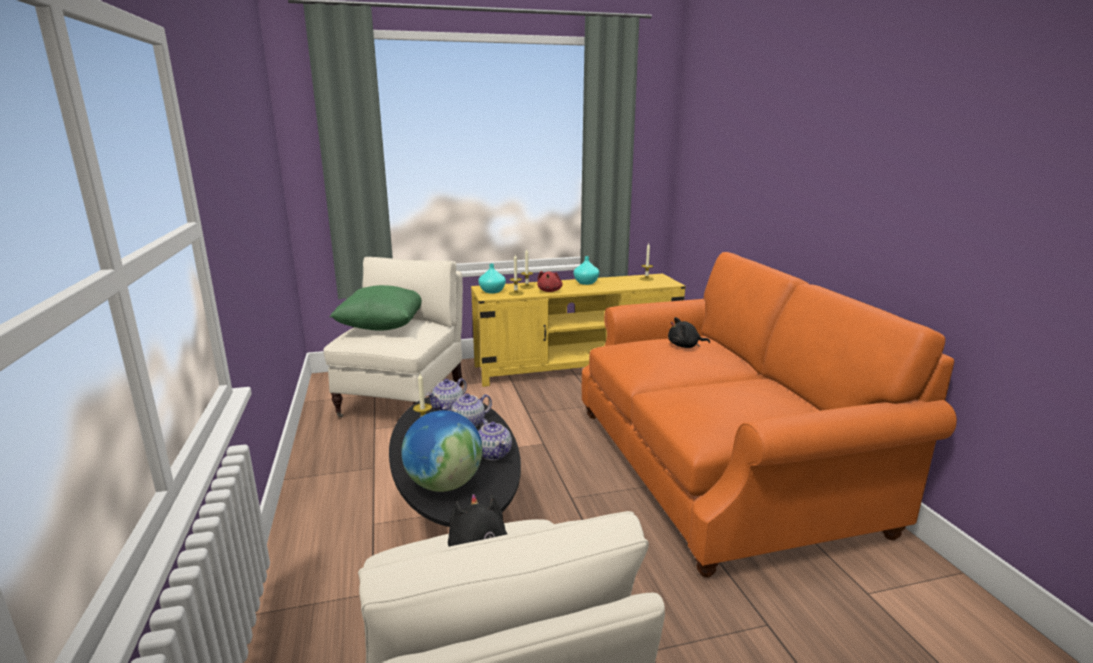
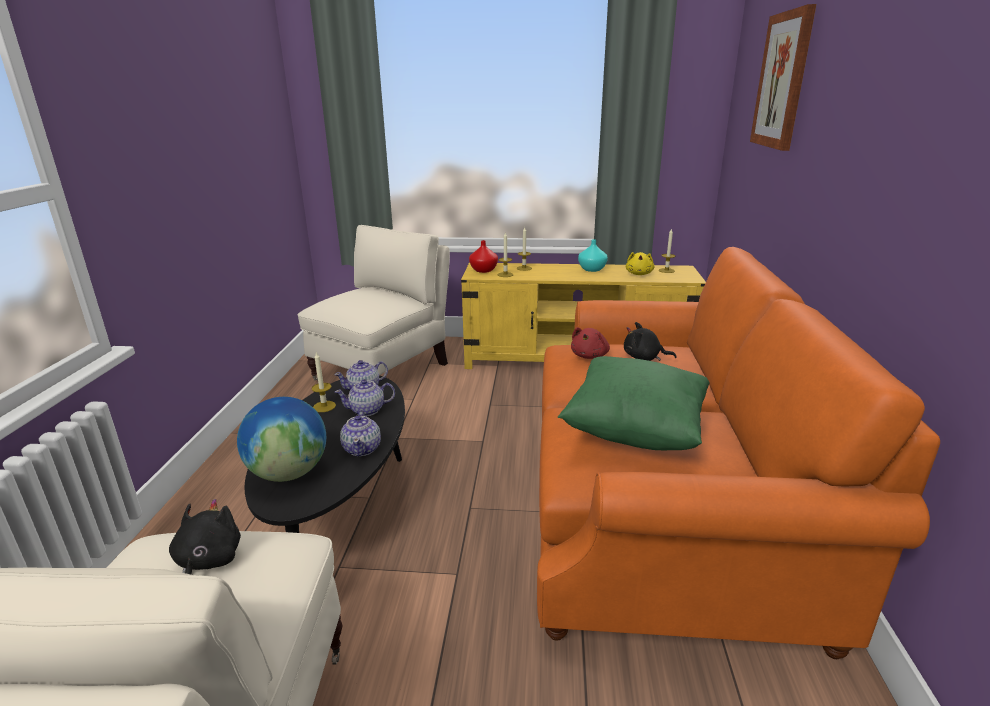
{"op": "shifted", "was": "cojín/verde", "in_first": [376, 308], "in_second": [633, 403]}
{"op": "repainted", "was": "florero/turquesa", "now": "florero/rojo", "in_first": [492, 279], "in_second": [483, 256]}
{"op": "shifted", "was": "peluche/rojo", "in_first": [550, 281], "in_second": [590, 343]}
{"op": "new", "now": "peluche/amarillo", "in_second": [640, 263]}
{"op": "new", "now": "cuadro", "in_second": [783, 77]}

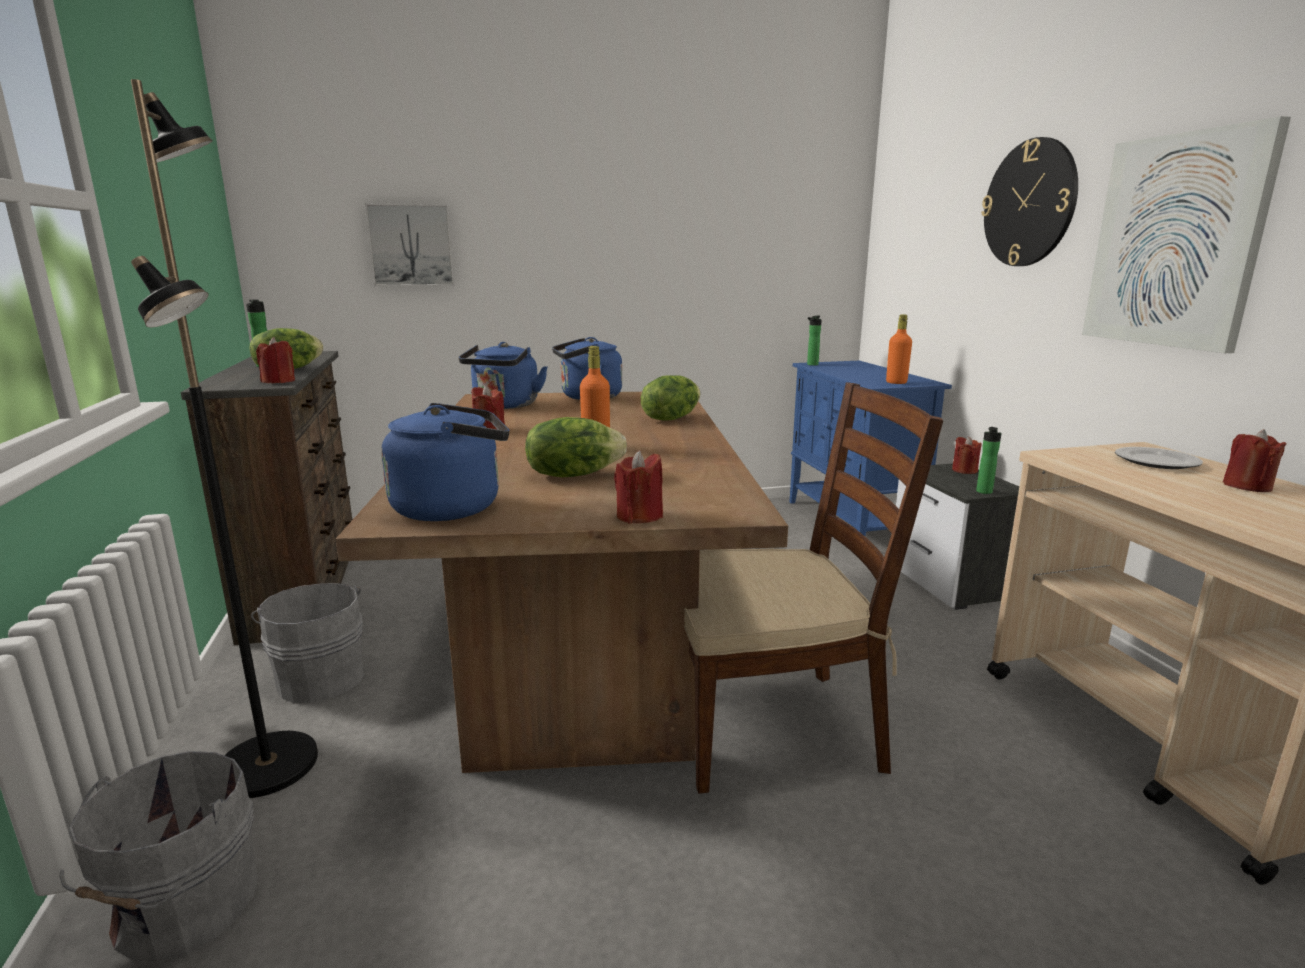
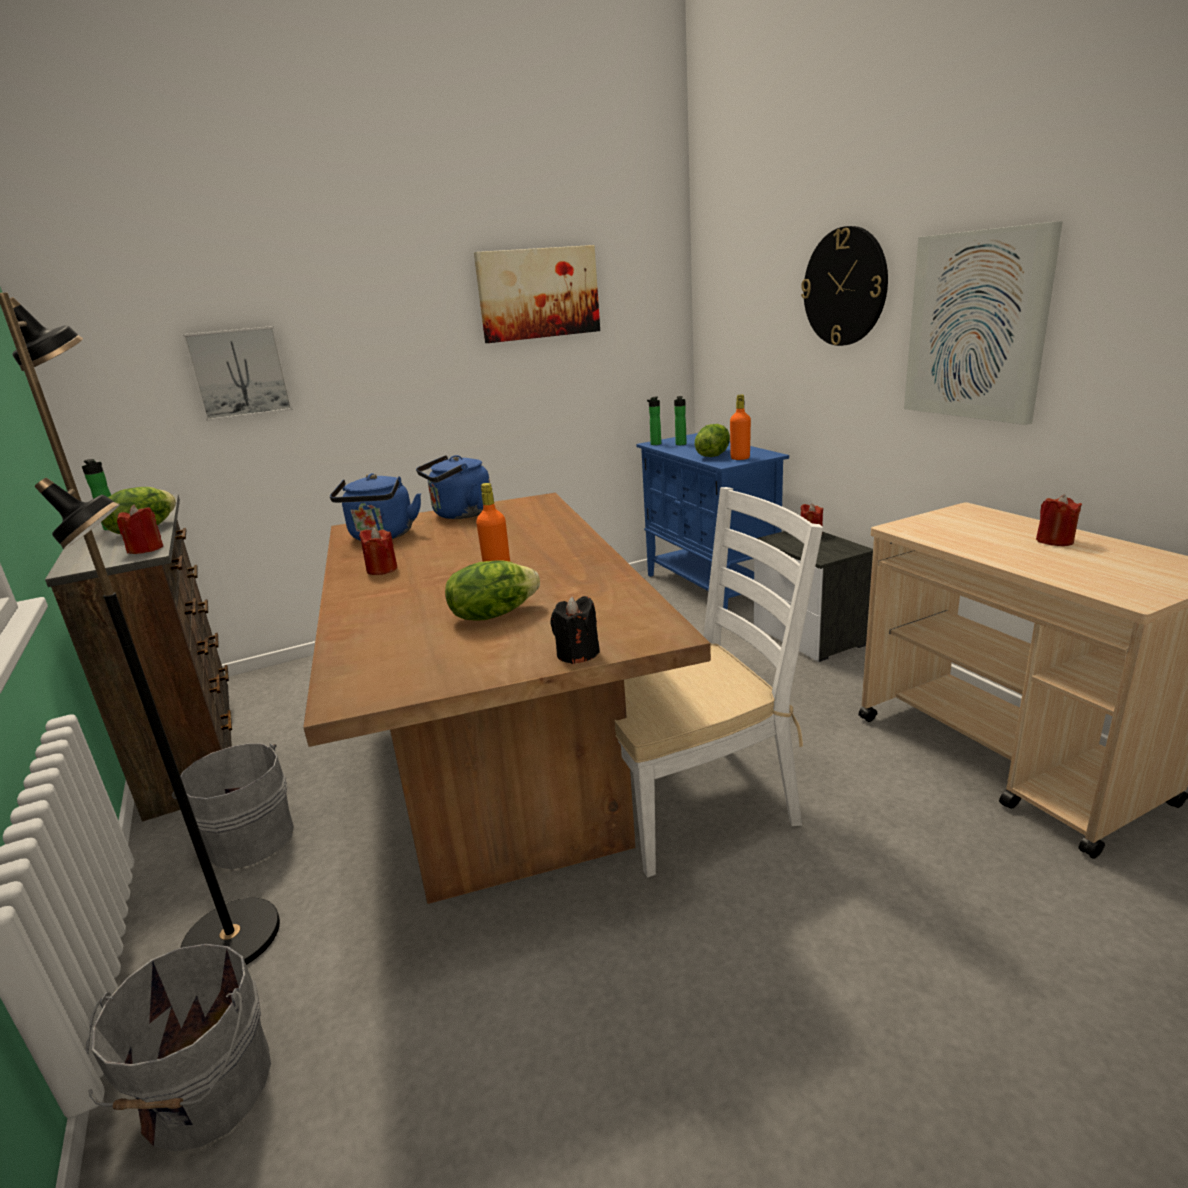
{"op": "gone", "was": "hervidor/azul", "in_first": [445, 462]}
{"op": "repainted", "was": "vela/rojo", "now": "vela/negro", "in_first": [638, 487], "in_second": [575, 630]}
{"op": "shifted", "was": "lechuga", "in_first": [670, 397], "in_second": [712, 440]}
{"op": "repainted", "was": "silla/marrón", "now": "silla/blanco", "in_first": [813, 588], "in_second": [718, 682]}
{"op": "shifted", "was": "botella", "in_first": [988, 460], "in_second": [680, 420]}
{"op": "gone", "was": "plato", "in_first": [1159, 458]}
{"op": "new", "now": "cuadro", "in_second": [537, 294]}

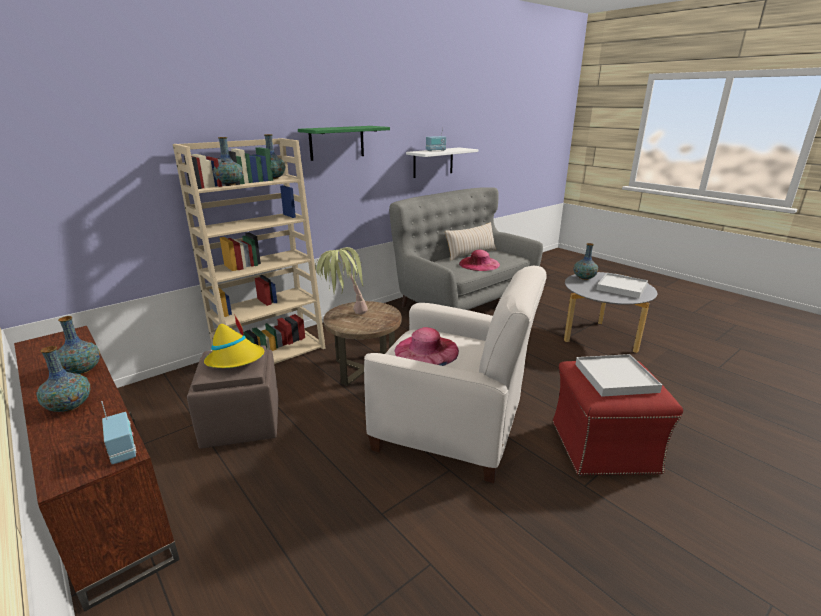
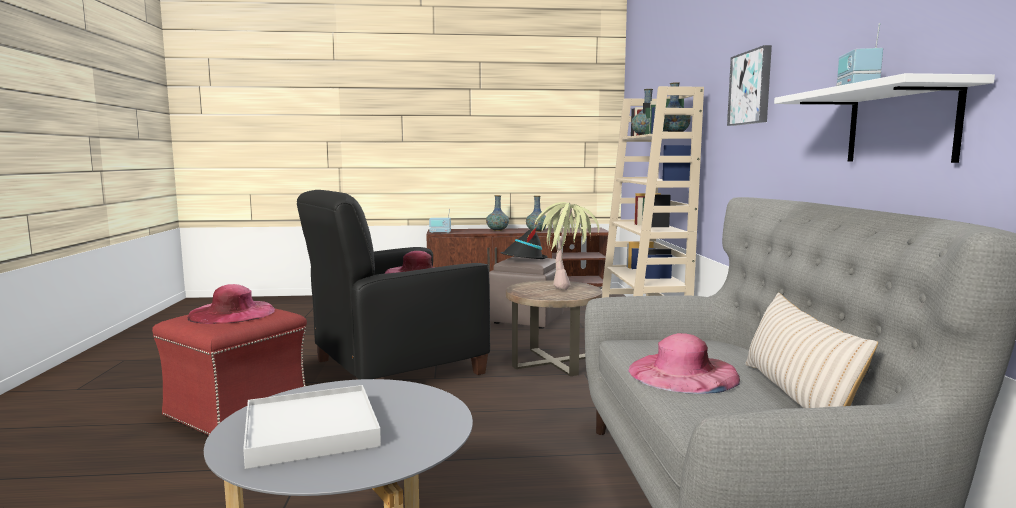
{"op": "repainted", "was": "sombrero/amarillo", "now": "sombrero/negro", "in_first": [234, 341], "in_second": [524, 243]}
{"op": "swapped", "was": "estante/verde", "now": "cuadro", "in_first": [344, 143], "in_second": [749, 85]}
{"op": "repainted", "was": "sillón/blanco", "now": "sillón/negro", "in_first": [455, 374], "in_second": [393, 284]}
{"op": "gone", "was": "florero", "in_first": [585, 261]}
{"op": "swapped", "was": "bandeja/blanco", "now": "sombrero/rosa", "in_first": [618, 375], "in_second": [231, 304]}

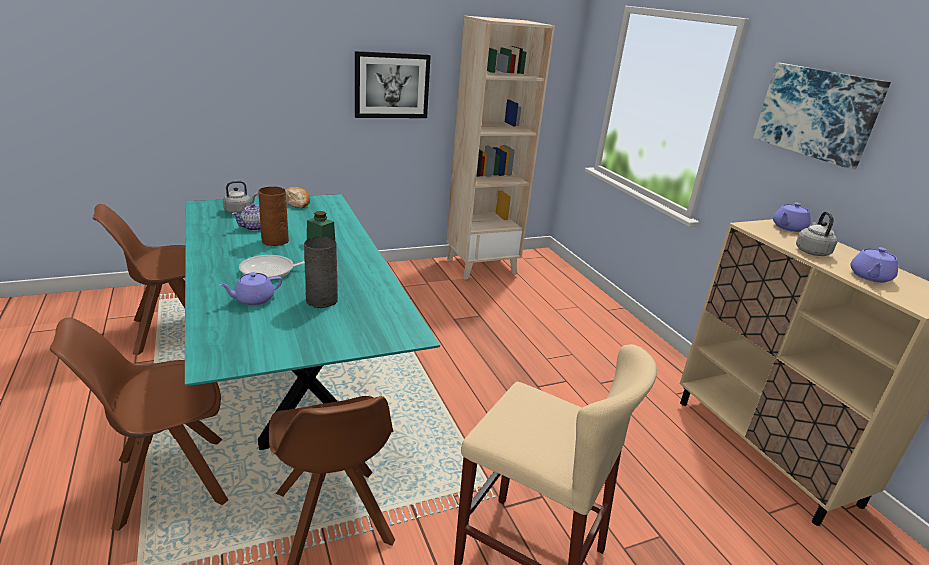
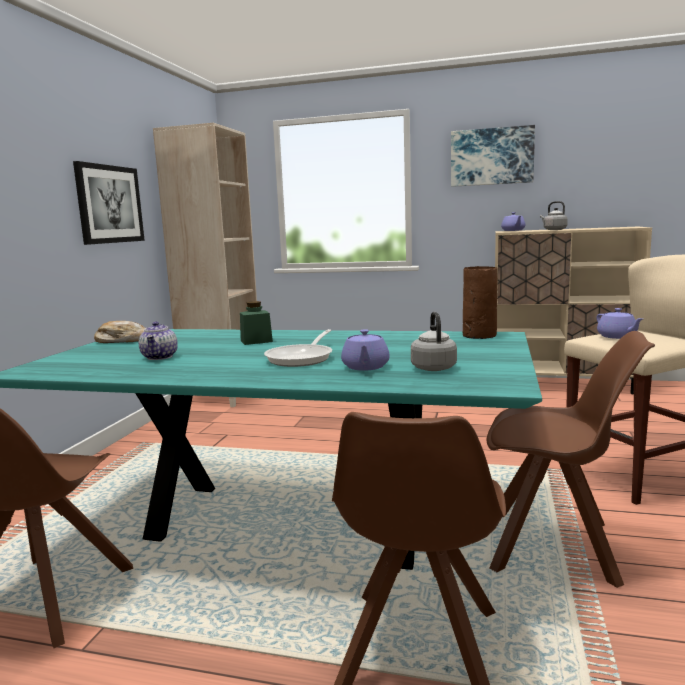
{"op": "shifted", "was": "hervidor/gris", "in_first": [240, 197], "in_second": [434, 341]}
{"op": "shifted", "was": "florero/marrón", "in_first": [273, 216], "in_second": [480, 302]}
{"op": "gone", "was": "florero/gris", "in_first": [321, 272]}
{"op": "shifted", "was": "tetera/morado", "in_first": [874, 265], "in_second": [620, 323]}

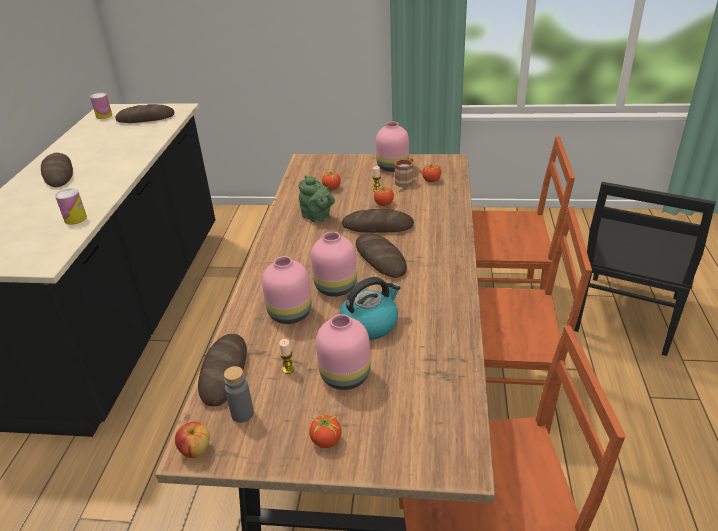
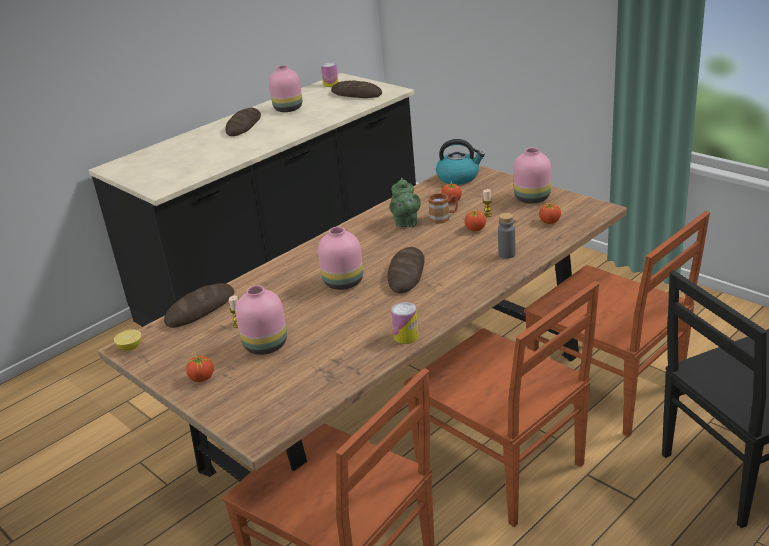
{"op": "shifted", "was": "lata", "in_first": [71, 206], "in_second": [405, 323]}
{"op": "swapped", "was": "manzana", "now": "limón", "in_first": [192, 440], "in_second": [128, 340]}
{"op": "shifted", "was": "botella/gris", "in_first": [239, 394], "in_second": [507, 236]}
{"op": "shifted", "was": "florero/rosa", "in_first": [287, 290], "in_second": [285, 88]}
{"op": "shifted", "was": "hervidor", "in_first": [370, 308], "in_second": [460, 162]}
{"op": "gone", "was": "pan", "in_first": [378, 221]}
{"op": "shifted", "was": "taza grande/marrón", "in_first": [403, 172], "in_second": [443, 208]}

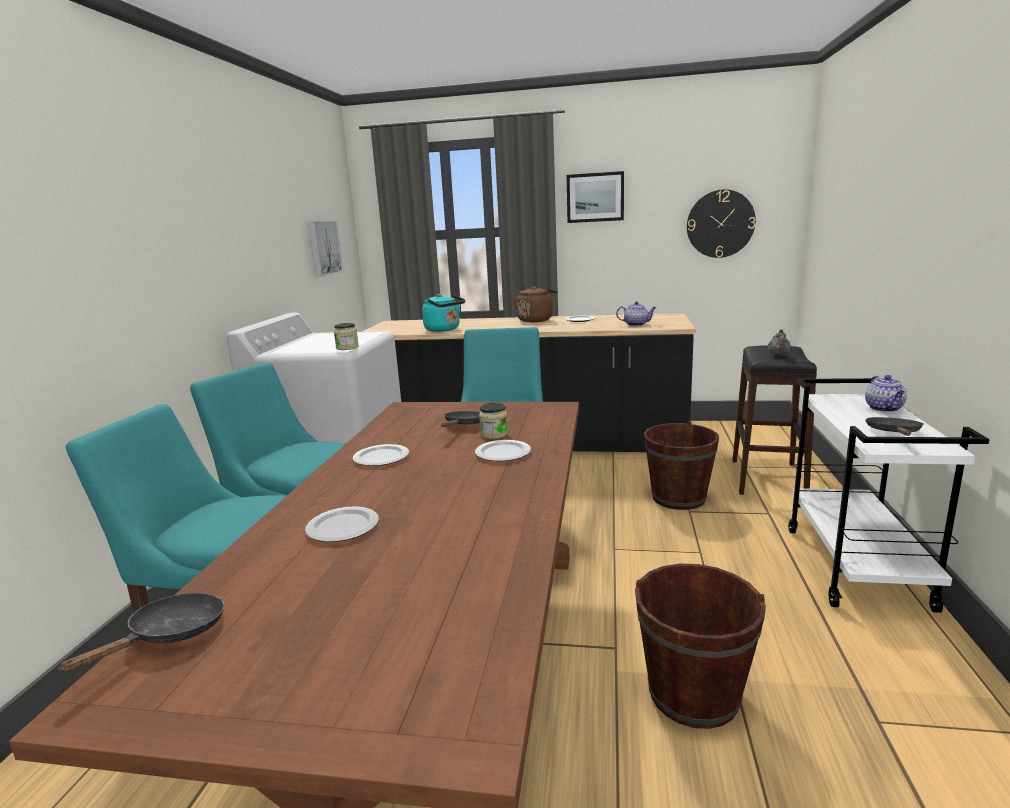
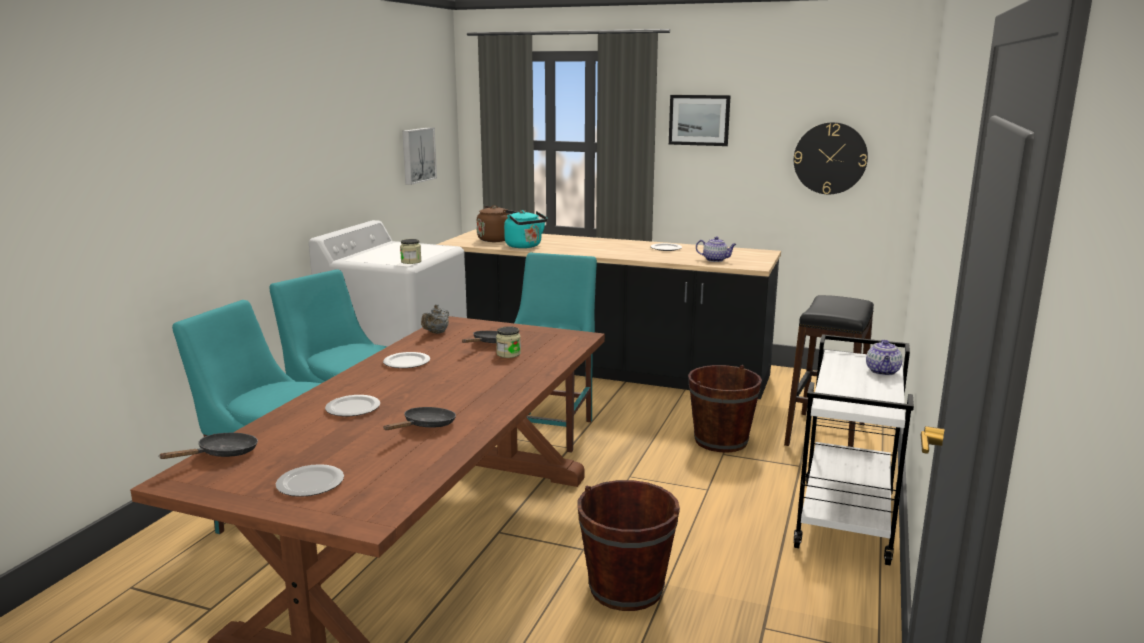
{"op": "shifted", "was": "plato", "in_first": [503, 450], "in_second": [310, 480]}
{"op": "shifted", "was": "hervidor/marrón", "in_first": [535, 304], "in_second": [497, 223]}
{"op": "shifted", "was": "tetera/gris", "in_first": [779, 342], "in_second": [435, 319]}
{"op": "shifted", "was": "sartén/negro", "in_first": [894, 426], "in_second": [419, 418]}

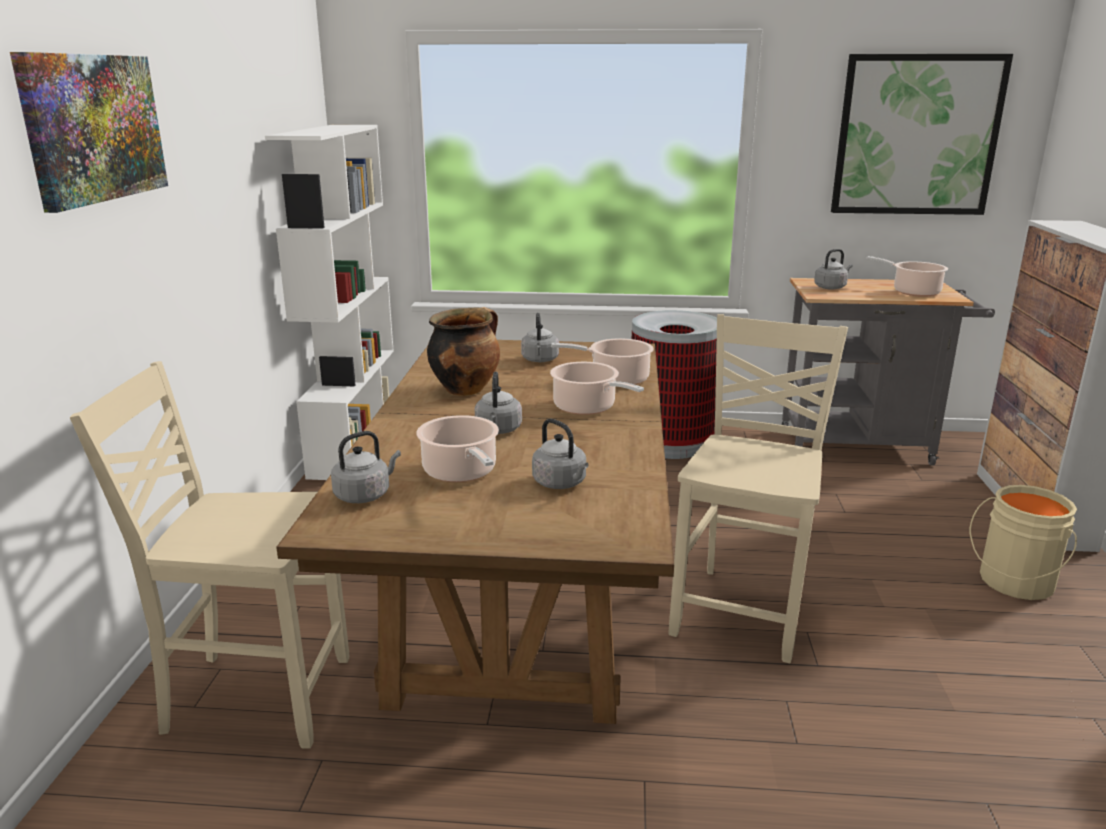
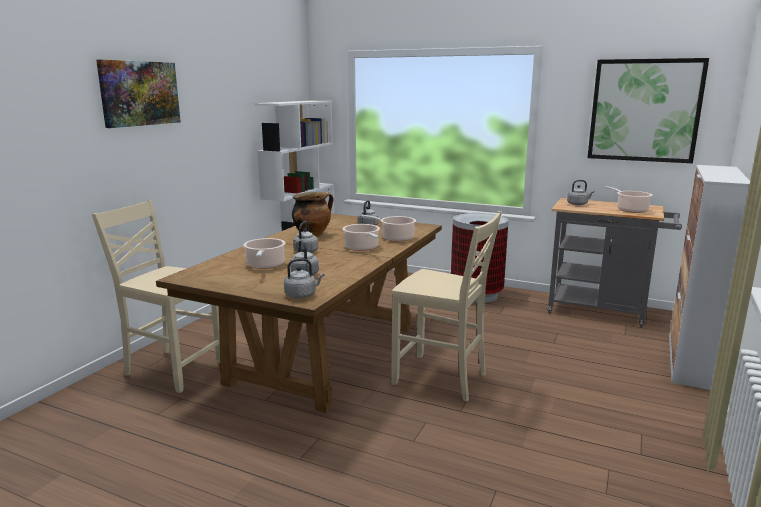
{"op": "shifted", "was": "hervidor/gris", "in_first": [366, 467], "in_second": [304, 278]}
{"op": "rotated", "was": "silla/beis", "in_first": [758, 488], "in_second": [446, 306], "clockwise": 75}
{"op": "gone", "was": "cubo/beis", "in_first": [1023, 542]}

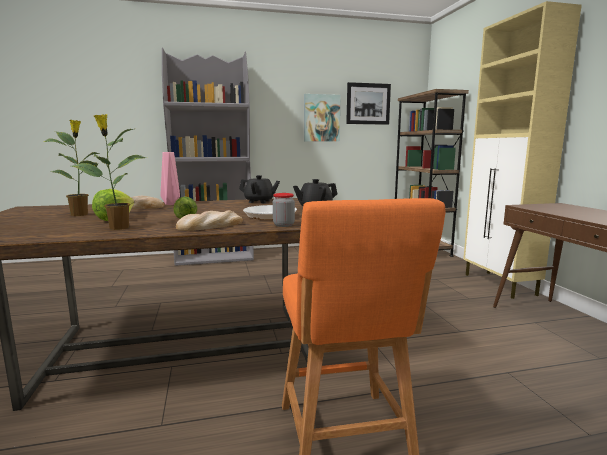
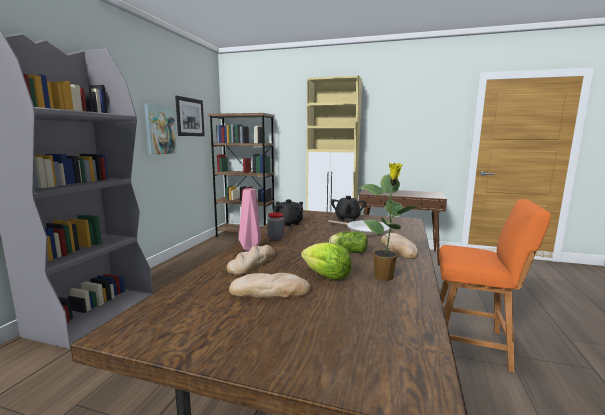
{"op": "swapped", "was": "planta en maceta", "now": "pan", "in_first": [72, 168], "in_second": [270, 285]}
{"op": "shifted", "was": "tarro", "in_first": [284, 210], "in_second": [276, 226]}

